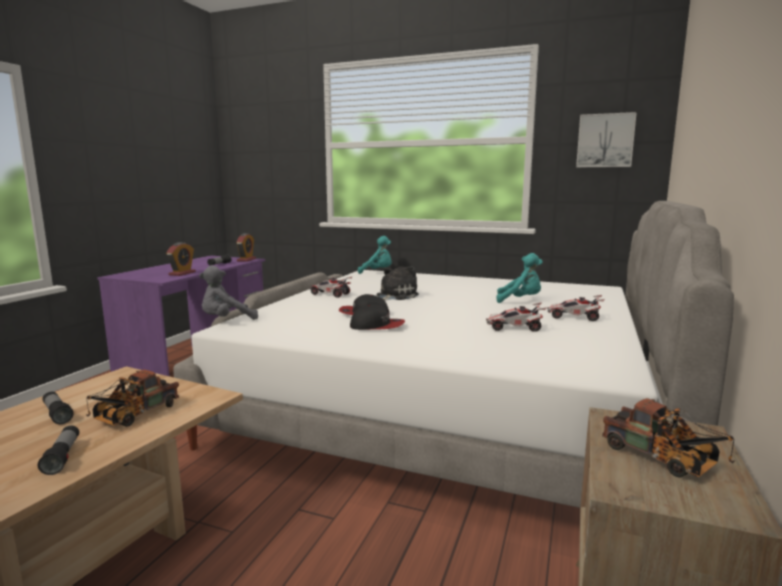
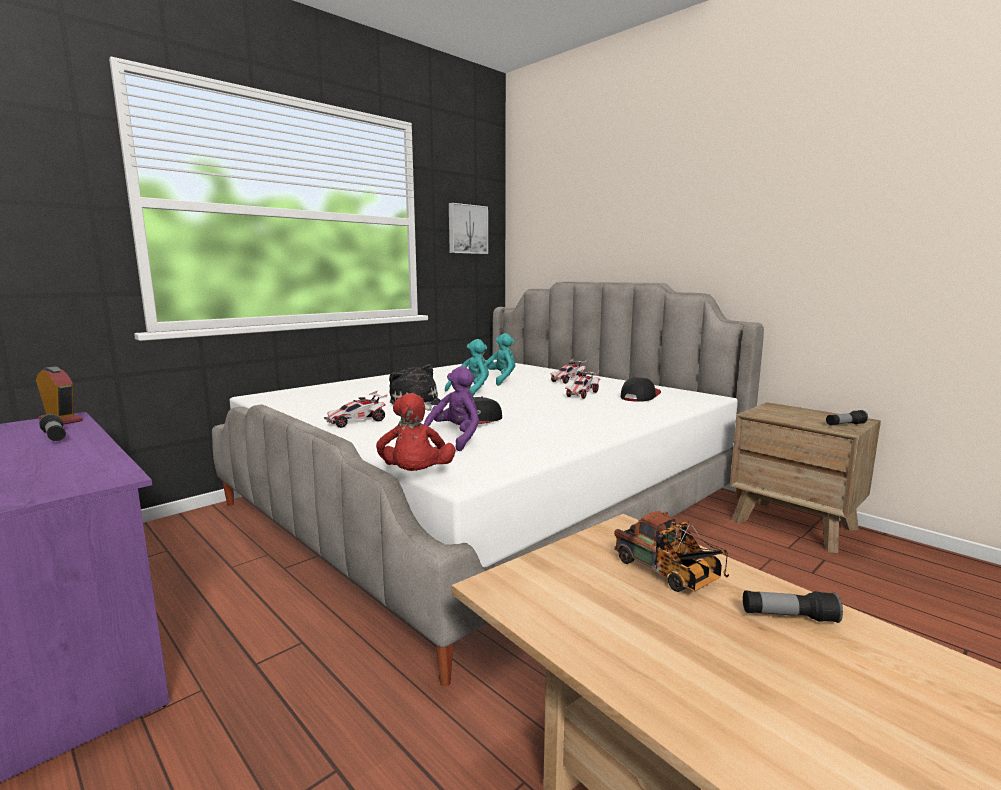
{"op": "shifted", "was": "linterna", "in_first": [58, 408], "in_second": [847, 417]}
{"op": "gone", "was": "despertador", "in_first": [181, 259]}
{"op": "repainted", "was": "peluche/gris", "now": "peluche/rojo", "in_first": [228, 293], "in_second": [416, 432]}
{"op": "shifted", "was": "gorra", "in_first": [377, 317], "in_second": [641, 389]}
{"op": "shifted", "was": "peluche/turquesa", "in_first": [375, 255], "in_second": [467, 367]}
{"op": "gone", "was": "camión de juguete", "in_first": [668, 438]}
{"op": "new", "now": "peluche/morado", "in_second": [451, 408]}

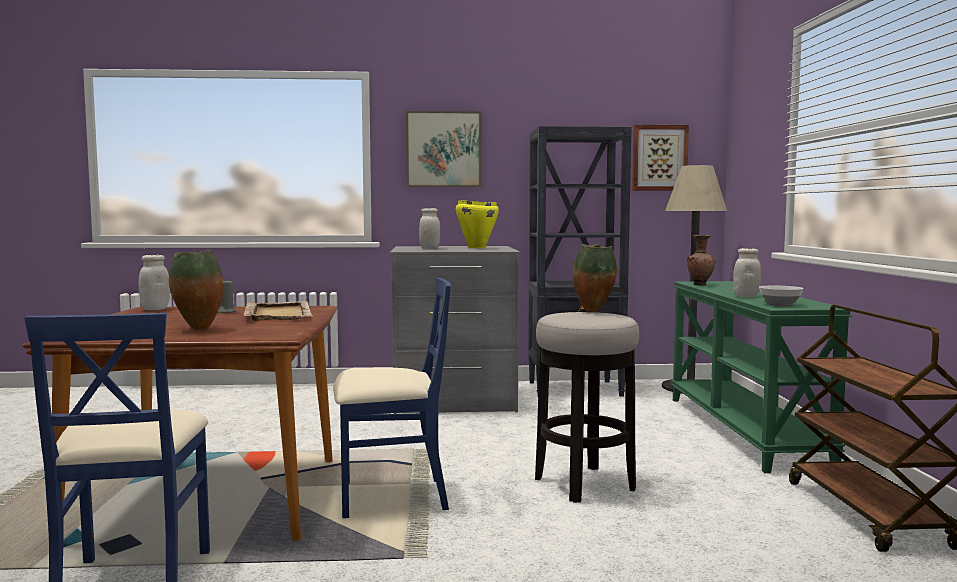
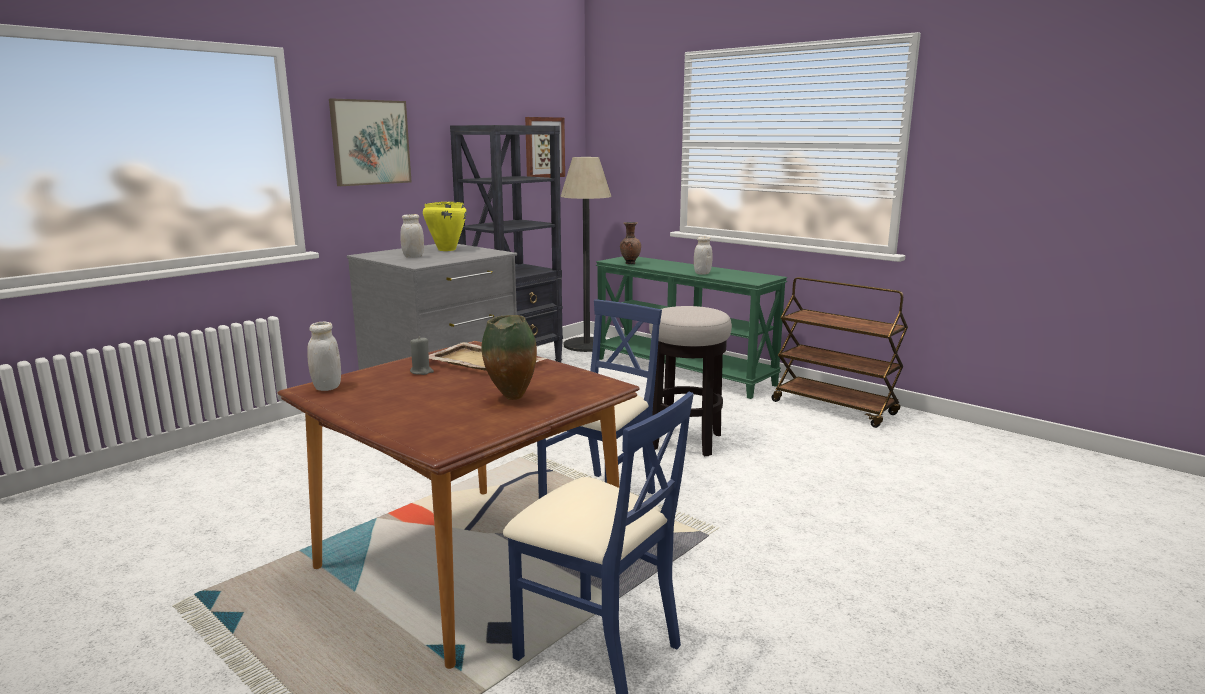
{"op": "gone", "was": "florero", "in_first": [595, 278]}
{"op": "gone", "was": "cuenco", "in_first": [781, 295]}

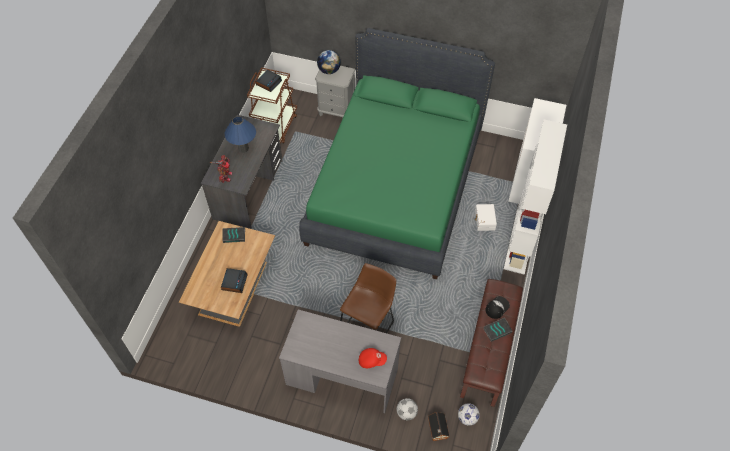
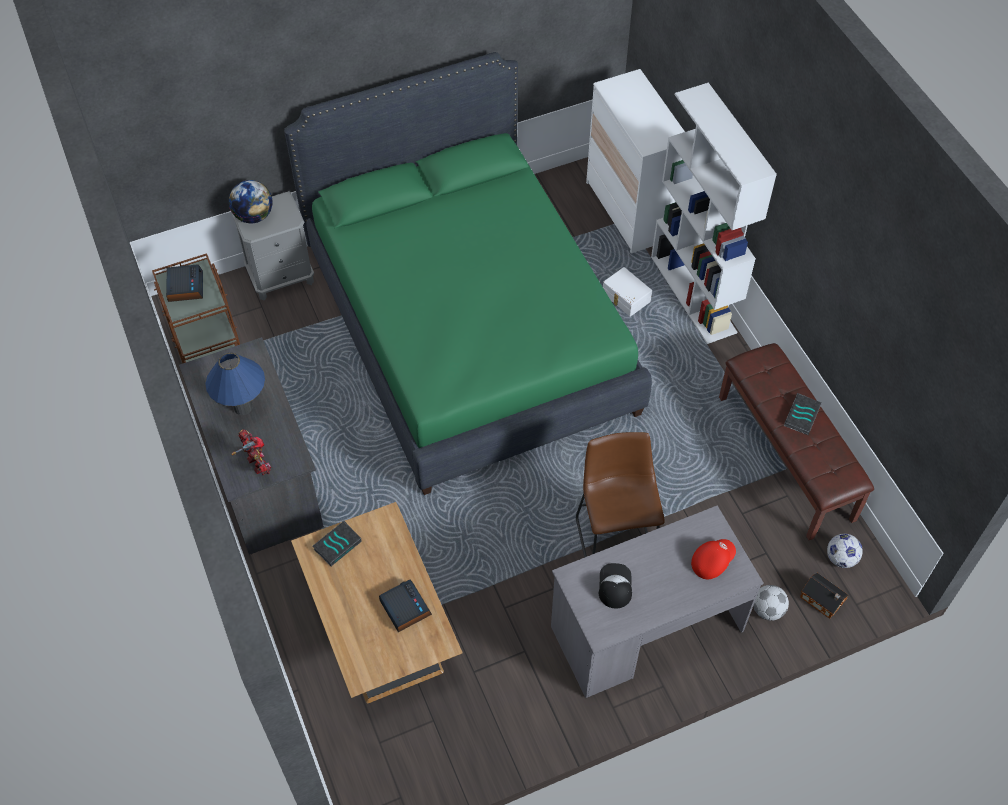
{"op": "shifted", "was": "gorra", "in_first": [498, 307], "in_second": [615, 586]}

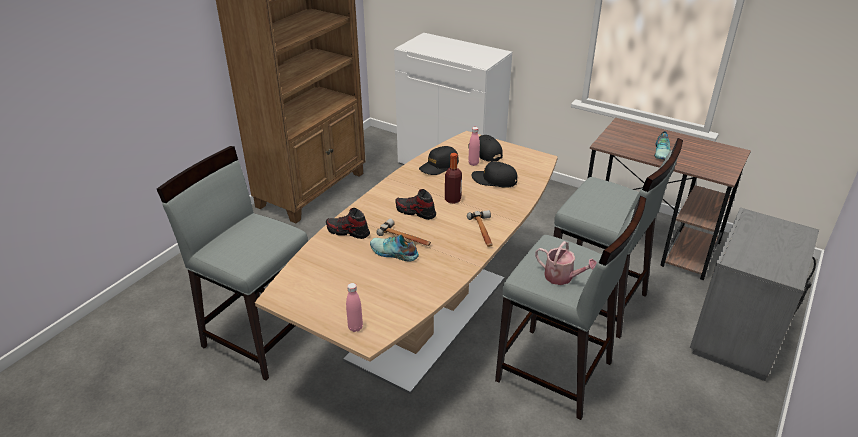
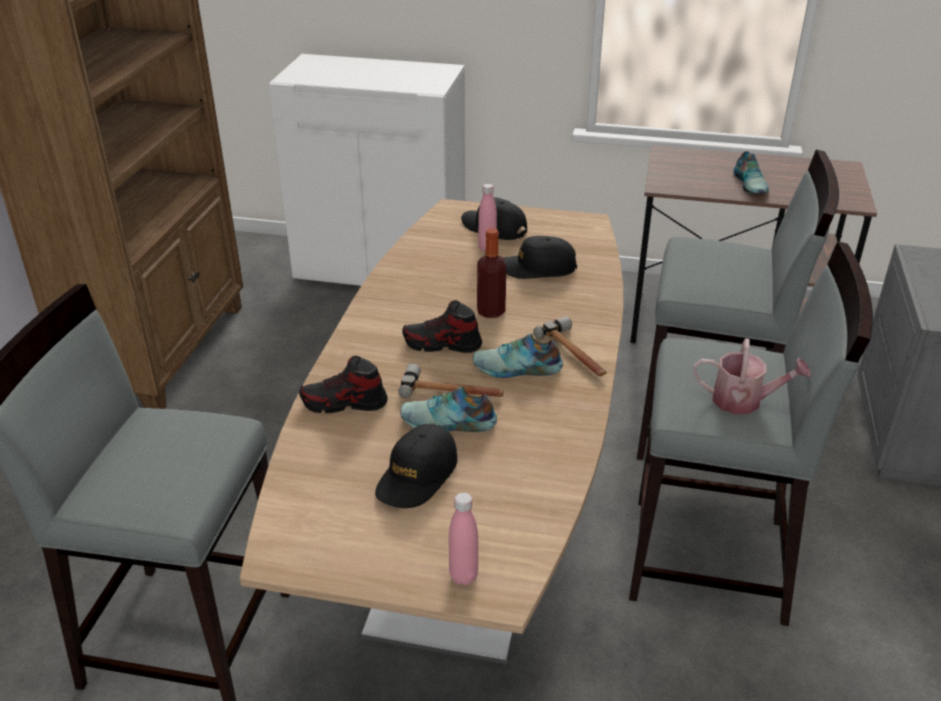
{"op": "shifted", "was": "gorra/negro", "in_first": [439, 160], "in_second": [416, 466]}
{"op": "new", "now": "zapato", "in_second": [518, 355]}

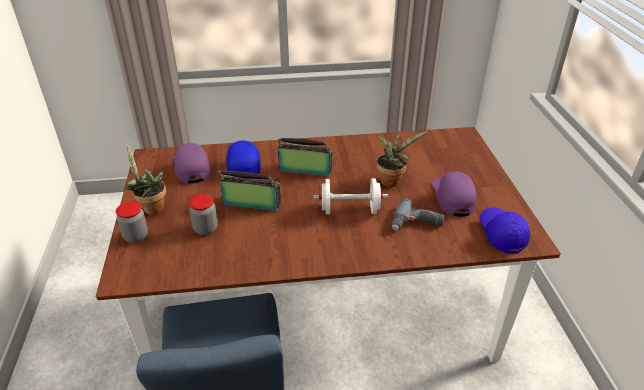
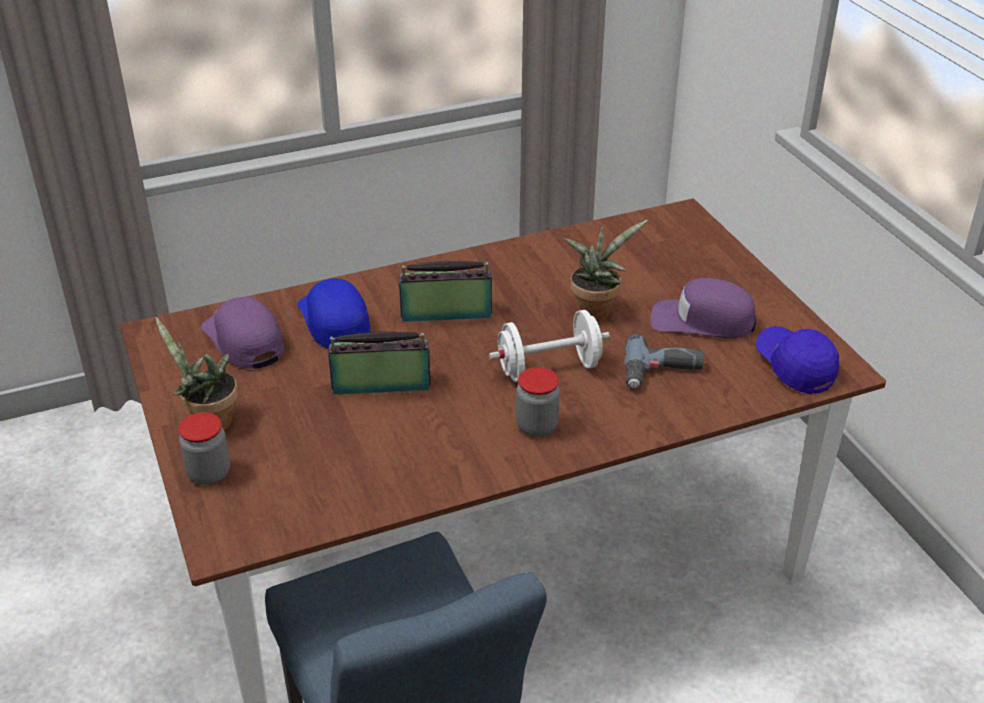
{"op": "shifted", "was": "tarro", "in_first": [203, 214], "in_second": [538, 402]}
{"op": "rotated", "was": "gorra/morado", "in_first": [454, 194], "in_second": [703, 308], "clockwise": -60}

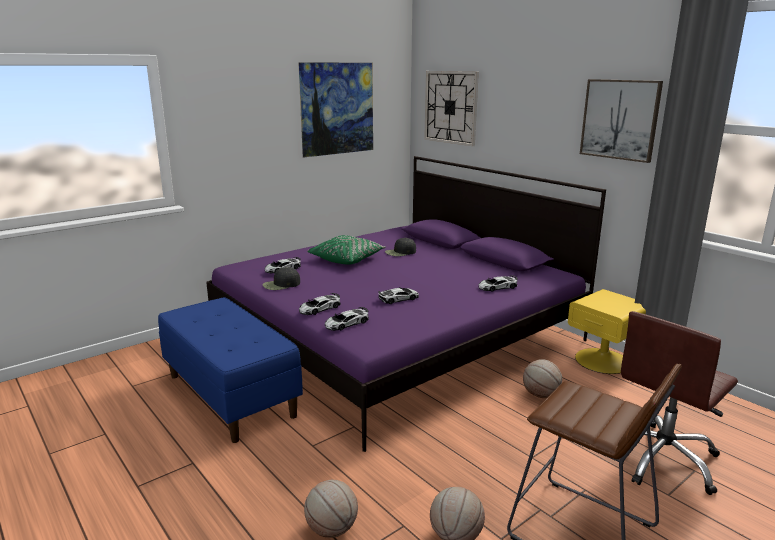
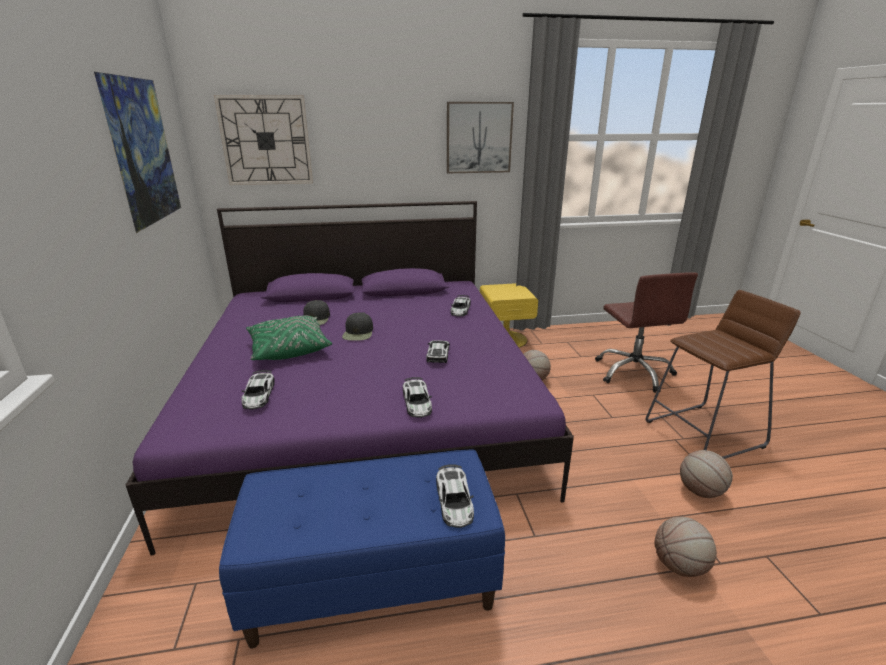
{"op": "shifted", "was": "gorra/negro", "in_first": [281, 278], "in_second": [357, 326]}
{"op": "shifted", "was": "coche de juguete", "in_first": [347, 319], "in_second": [455, 496]}

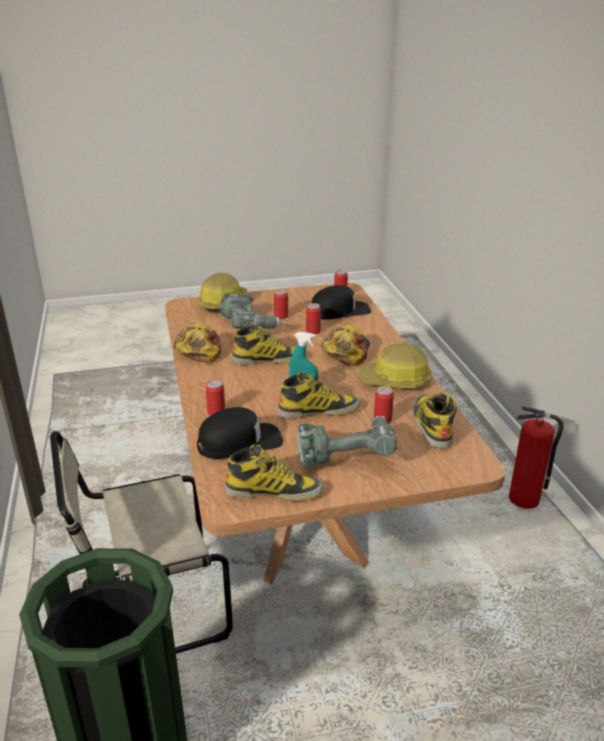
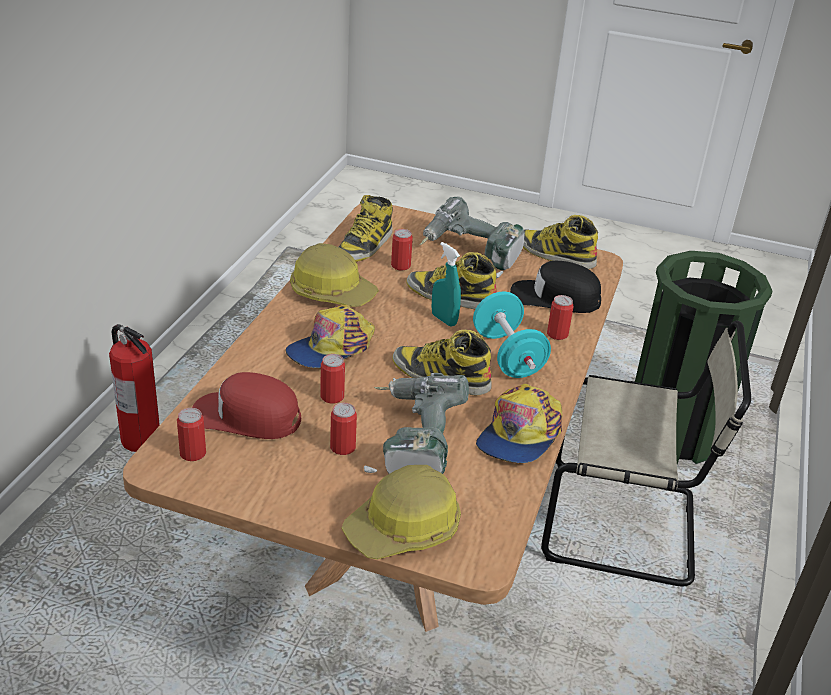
{"op": "repainted", "was": "gorra/negro", "now": "gorra/rojo", "in_first": [341, 302], "in_second": [246, 405]}
{"op": "new", "now": "mancuerna/turquesa", "in_second": [512, 335]}

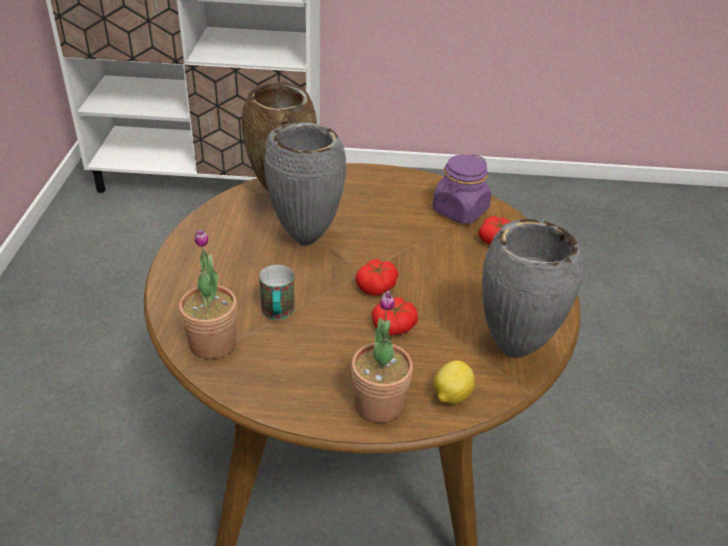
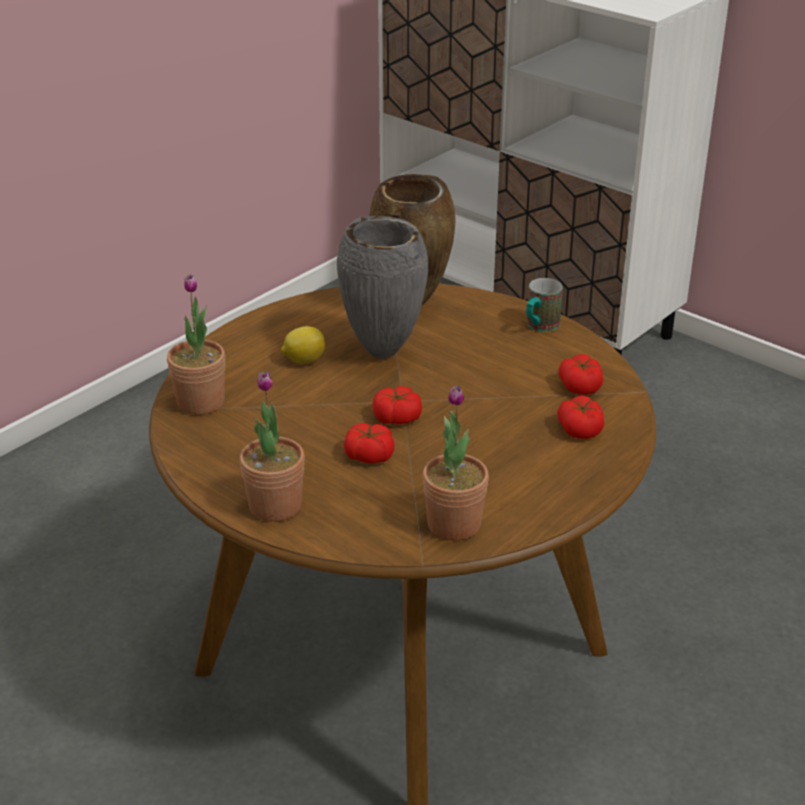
{"op": "shifted", "was": "taza grande", "in_first": [277, 292], "in_second": [544, 305]}
{"op": "swapped", "was": "tarro/morado", "now": "tomate", "in_first": [462, 189], "in_second": [581, 374]}
{"op": "shifted", "was": "limón", "in_first": [454, 382], "in_second": [303, 345]}
{"op": "swapped", "was": "florero/gris", "now": "planta en maceta", "in_first": [532, 288], "in_second": [455, 462]}

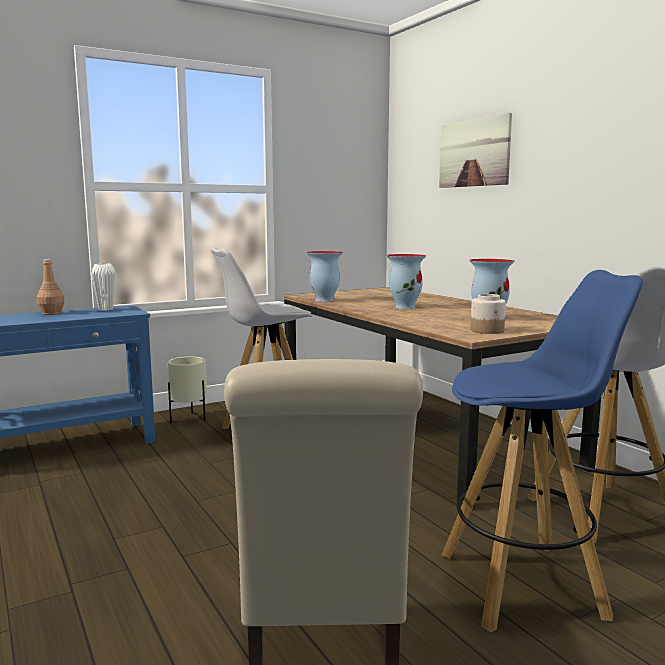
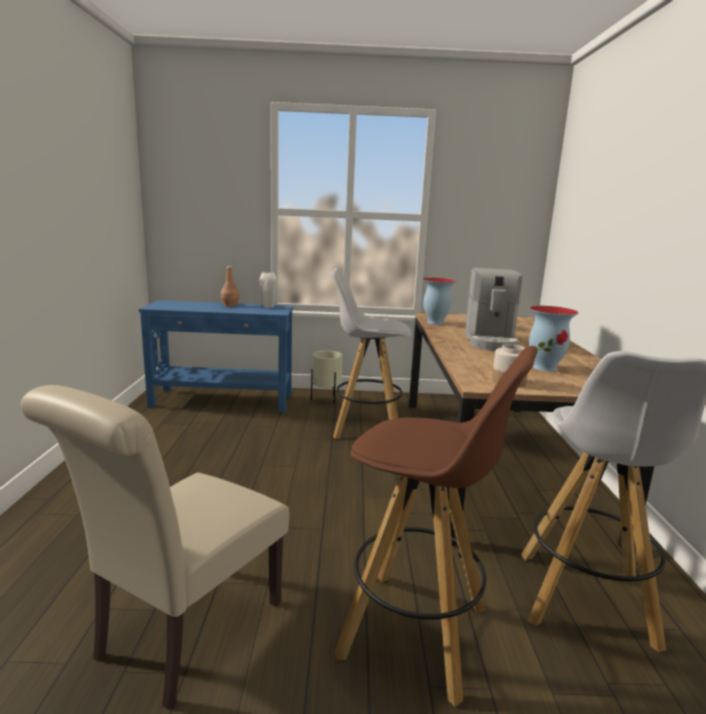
{"op": "swapped", "was": "florero", "now": "cafetera", "in_first": [406, 281], "in_second": [493, 309]}
{"op": "gone", "was": "cuadro", "in_first": [475, 150]}
{"op": "repainted", "was": "taburete/azul", "now": "taburete/marrón", "in_first": [542, 451], "in_second": [436, 526]}

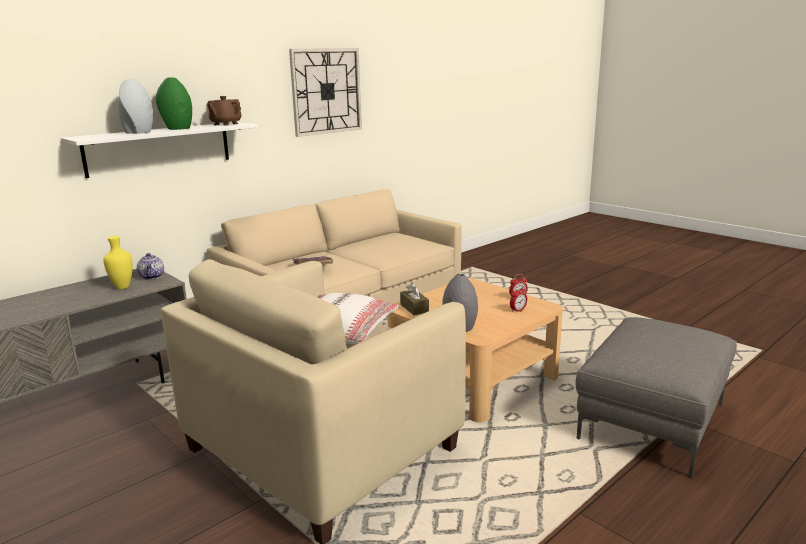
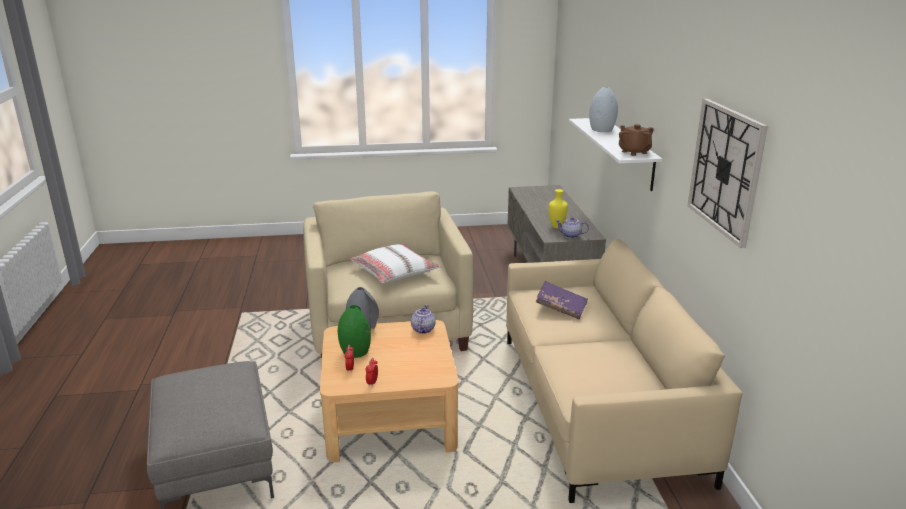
{"op": "shifted", "was": "florero/verde", "in_first": [174, 103], "in_second": [354, 331]}
{"op": "swapped", "was": "caja de pañuelos/marrón", "now": "tetera", "in_first": [414, 299], "in_second": [423, 319]}

